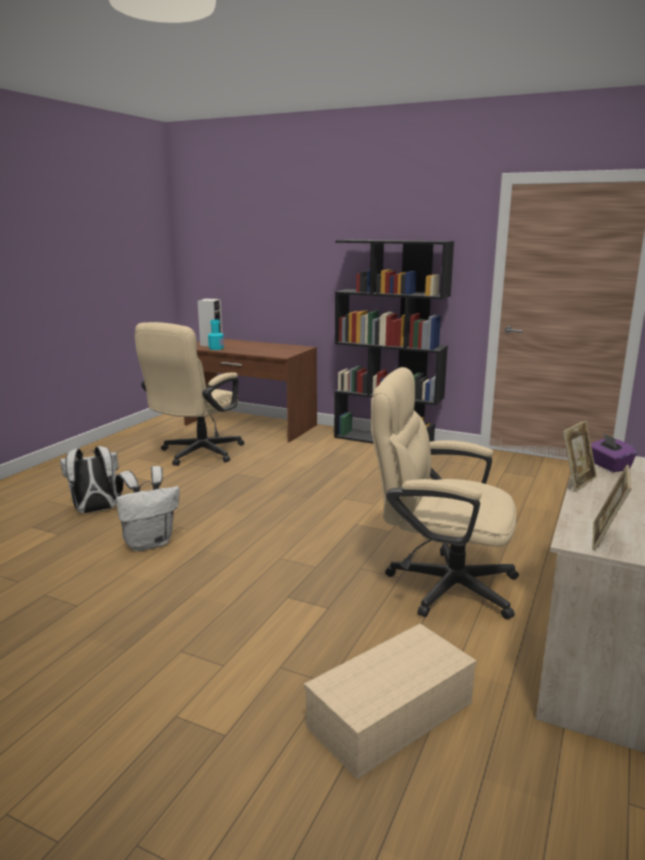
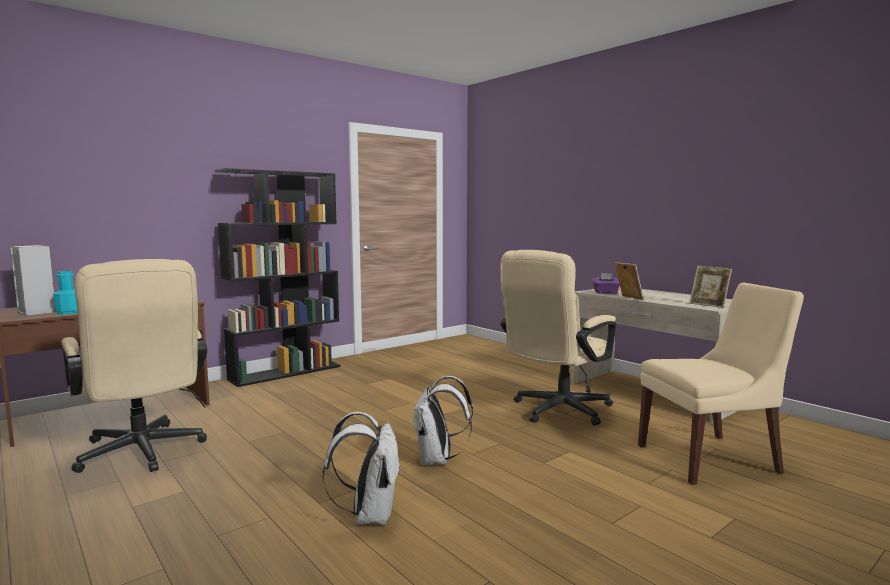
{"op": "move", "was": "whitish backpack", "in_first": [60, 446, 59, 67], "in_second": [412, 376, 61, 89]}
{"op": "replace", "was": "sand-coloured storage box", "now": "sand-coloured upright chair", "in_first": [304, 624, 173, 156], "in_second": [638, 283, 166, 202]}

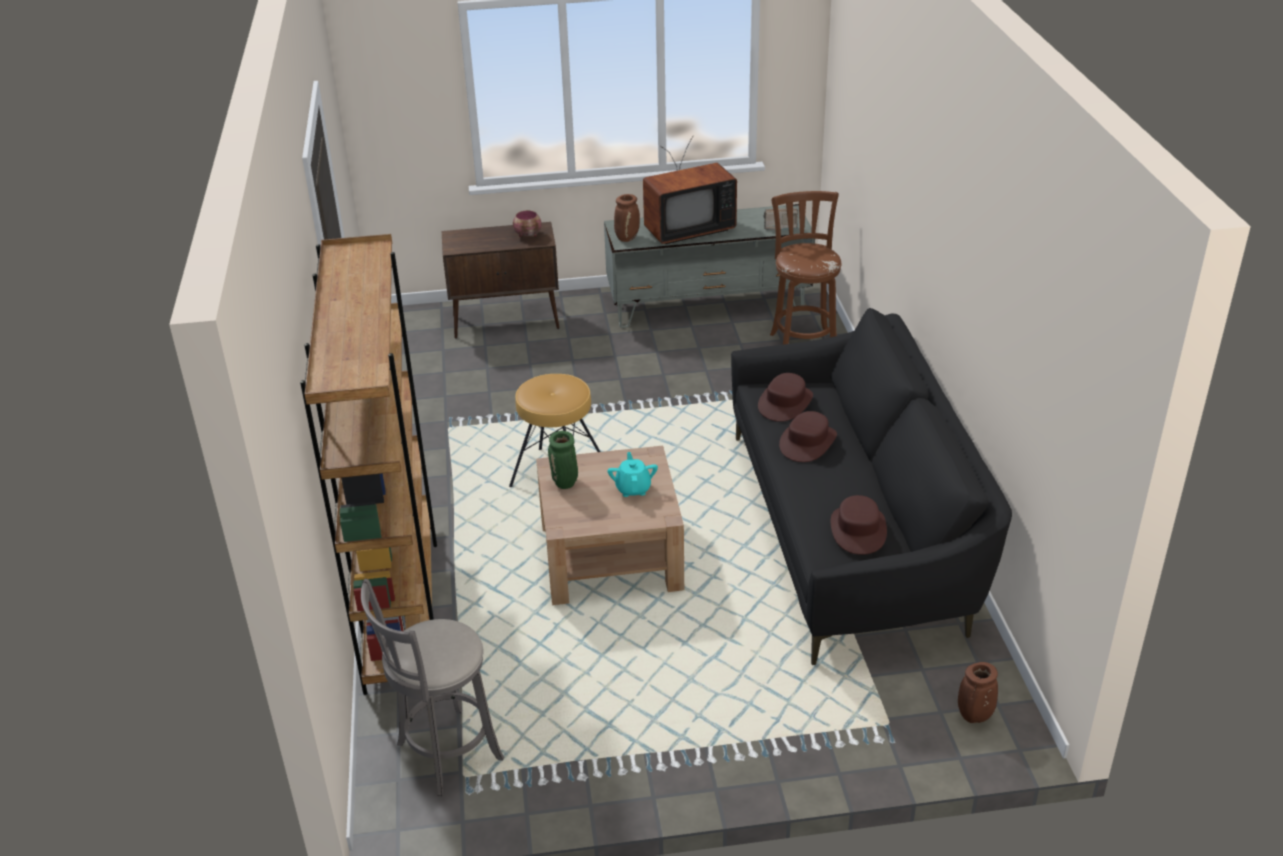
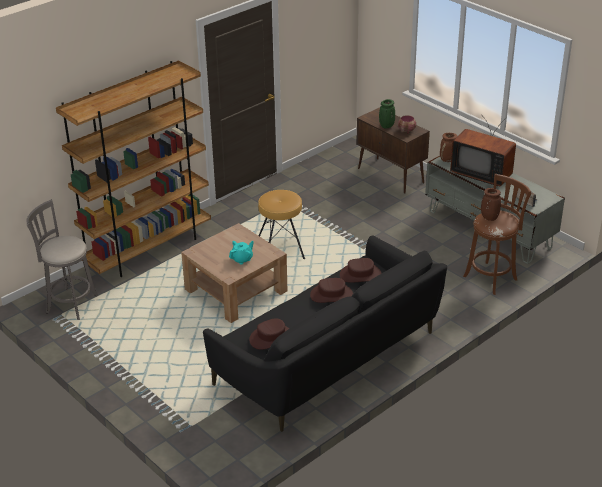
{"op": "move", "was": "green-coloured decorative vase", "in_first": [548, 431, 30, 58], "in_second": [379, 99, 16, 30]}
{"op": "move", "was": "brown decorative vase", "in_first": [958, 662, 40, 61], "in_second": [481, 188, 20, 33]}

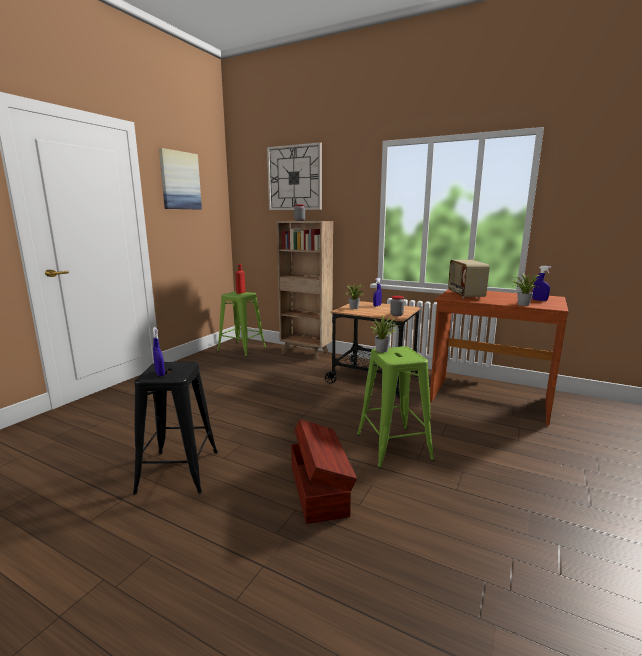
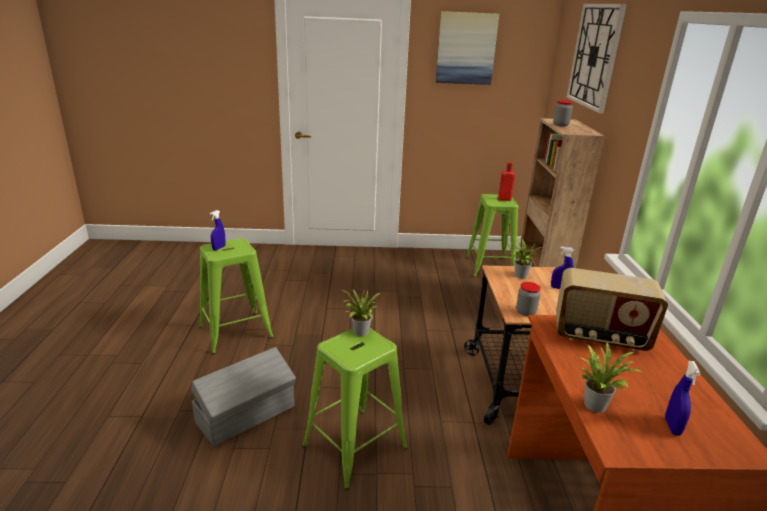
{"op": "rotate", "was": "radio set", "in_first": [448, 260, 42, 39], "in_second": [556, 268, 112, 83], "clockwise": -135}
{"op": "recolor", "was": "black sitting stool", "now": "green-coloured sitting stool", "in_first": [133, 362, 85, 133], "in_second": [199, 238, 75, 116]}
{"op": "recolor", "was": "brown storage box", "now": "grey storage box", "in_first": [291, 419, 66, 105], "in_second": [191, 347, 105, 99]}

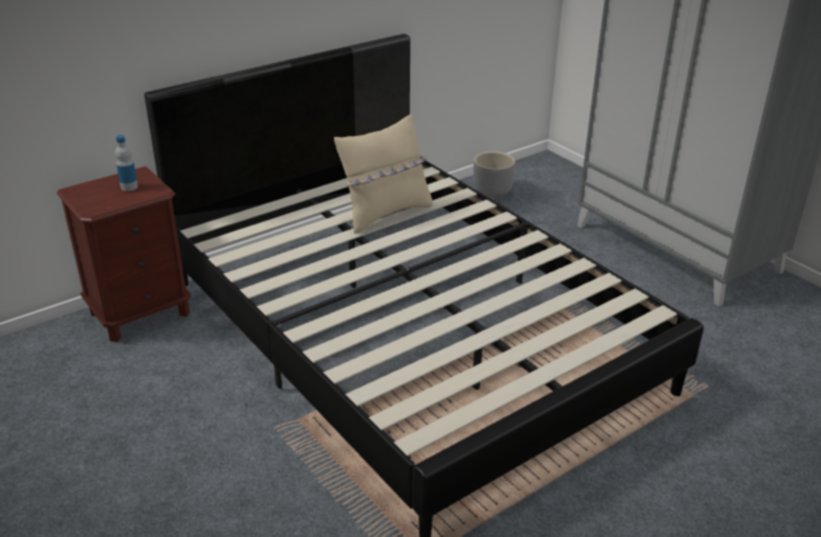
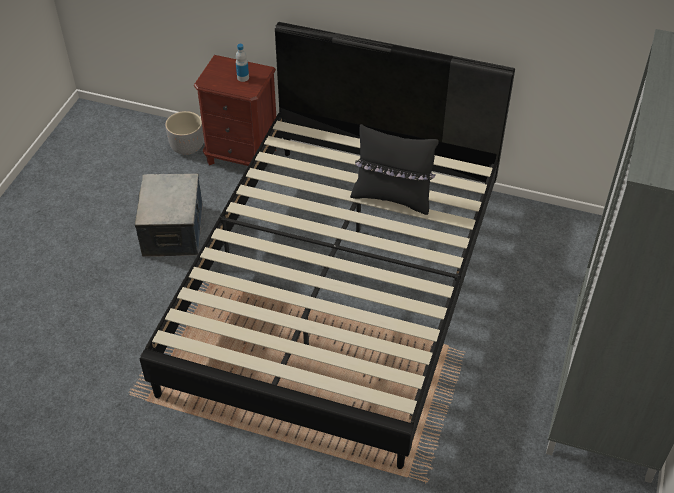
{"op": "recolor", "was": "sand-coloured pillow", "now": "black pillow", "in_first": [334, 114, 99, 120], "in_second": [350, 124, 89, 91]}
{"op": "move", "was": "grey flower pot", "in_first": [473, 151, 42, 47], "in_second": [165, 111, 39, 44]}
{"op": "insert", "now": "storage box", "in_second": [135, 173, 68, 84]}

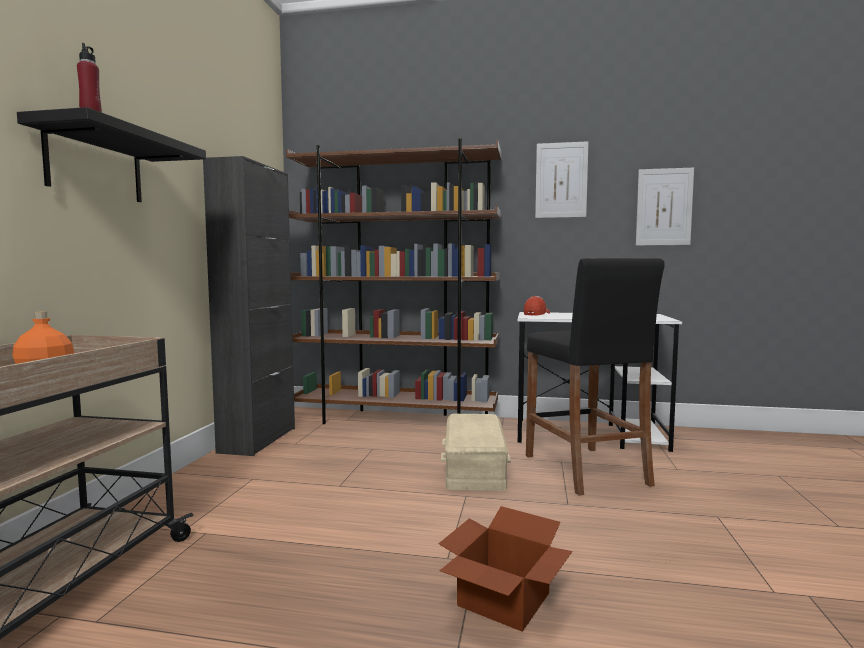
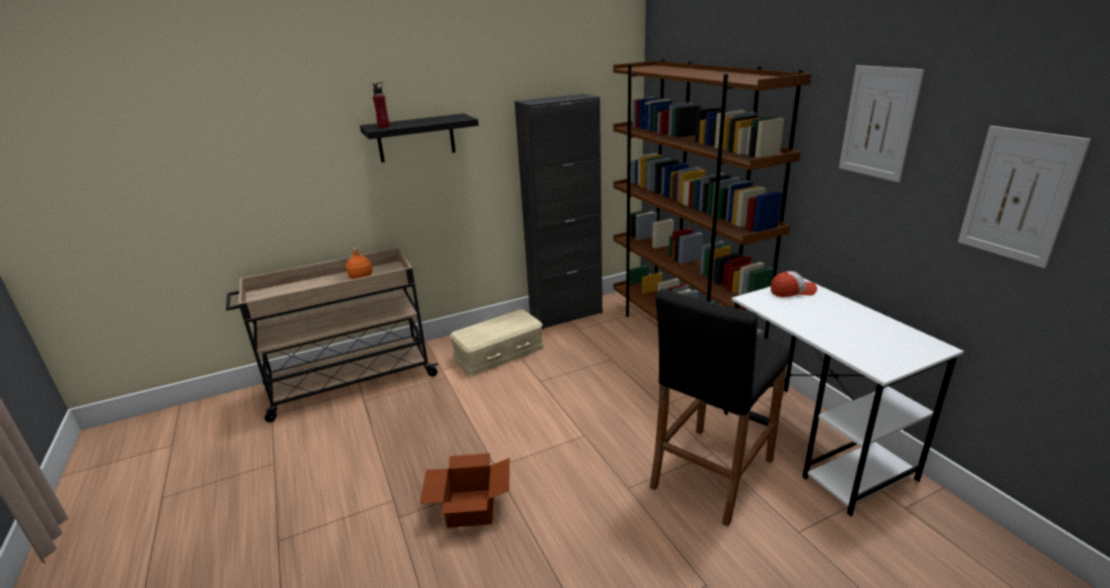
{"op": "move", "was": "sand-coloured storage box", "in_first": [441, 414, 70, 77], "in_second": [450, 309, 94, 67]}

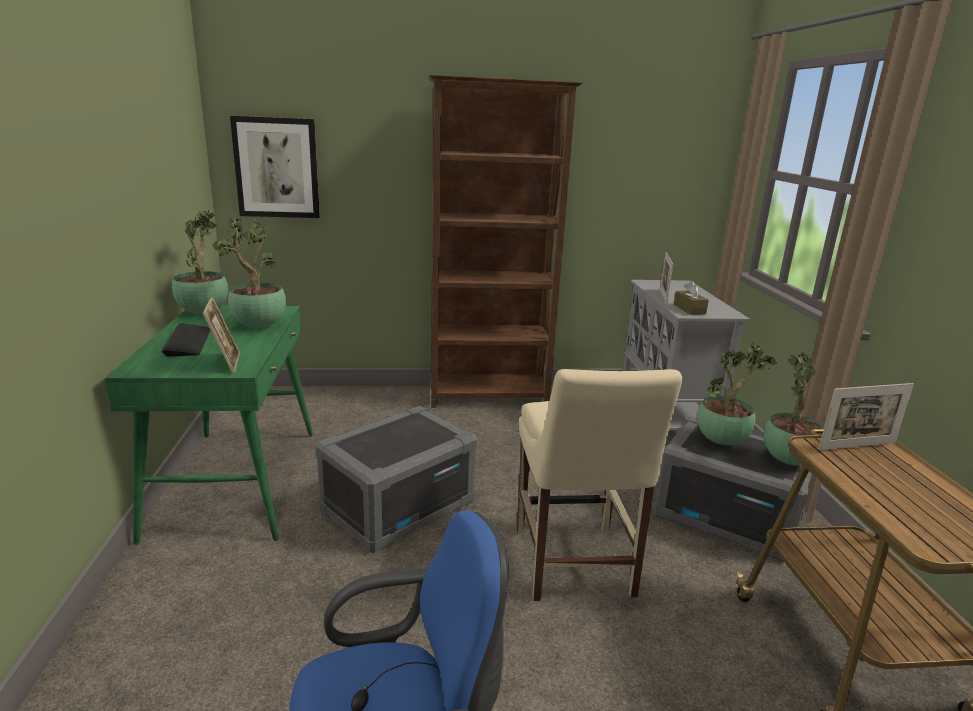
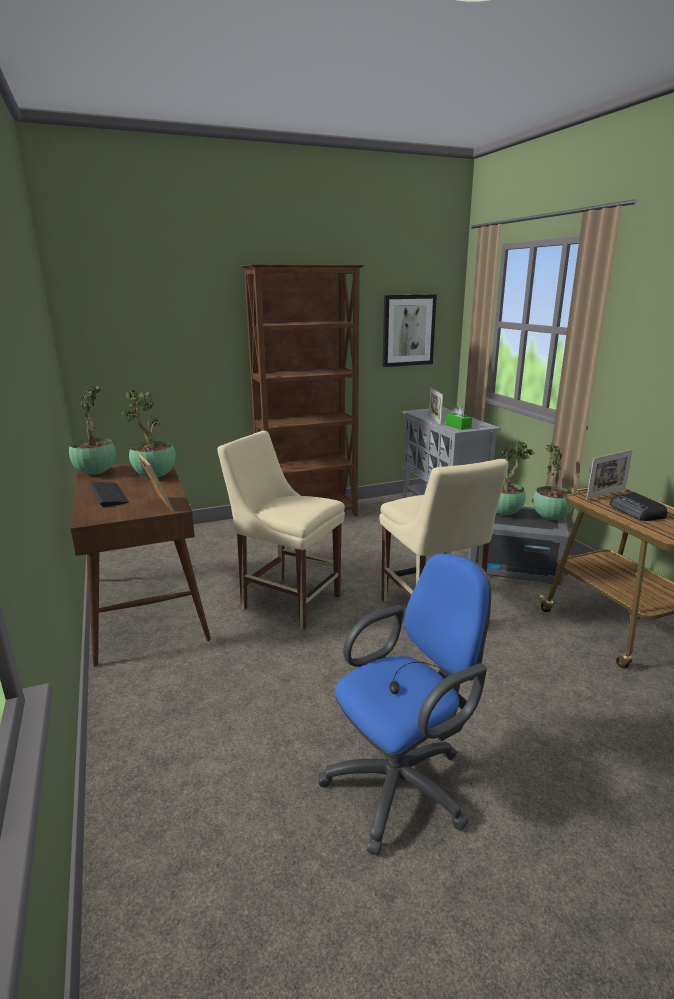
{"op": "move", "was": "wall picture", "in_first": [230, 116, 90, 102], "in_second": [383, 294, 54, 73]}
{"op": "recolor", "was": "brown box of tissues", "now": "green-coloured box of tissues", "in_first": [674, 281, 35, 34], "in_second": [446, 406, 26, 24]}
{"op": "recolor", "was": "green-coloured desk unit", "now": "brown desk unit", "in_first": [105, 305, 208, 240], "in_second": [70, 463, 141, 203]}
{"op": "replace", "was": "grey storage box", "now": "sand-coloured upright chair", "in_first": [315, 406, 162, 147], "in_second": [217, 431, 128, 199]}
{"op": "insert", "now": "radio set", "in_second": [610, 492, 57, 29]}

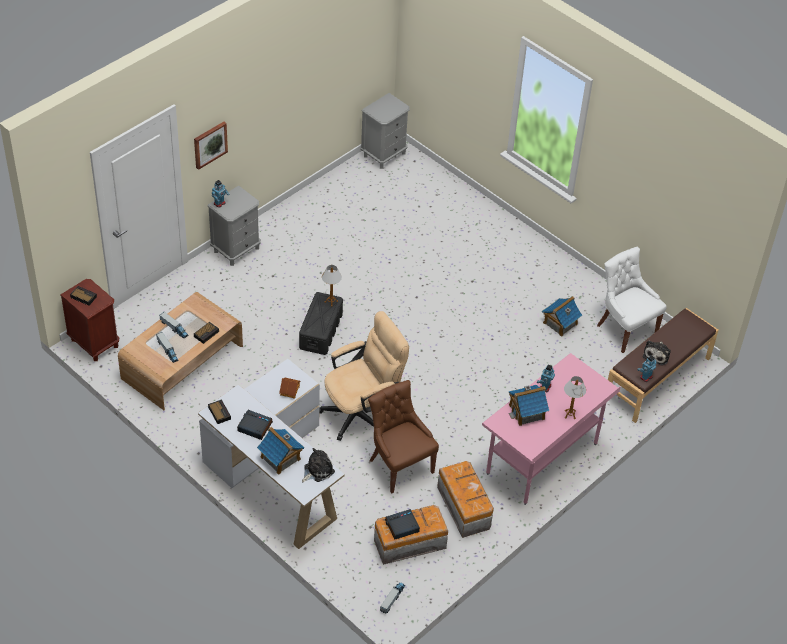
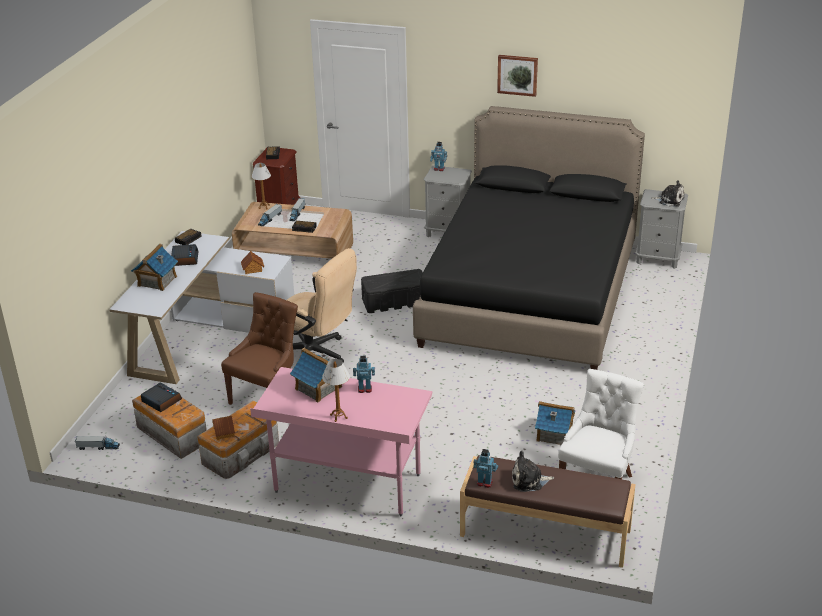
{"op": "move", "was": "wall picture", "in_first": [194, 121, 34, 49], "in_second": [497, 55, 41, 42]}
{"op": "move", "was": "table lamp", "in_first": [322, 265, 20, 41], "in_second": [251, 163, 20, 46]}
{"op": "move", "was": "cuddly toy", "in_first": [302, 448, 33, 34], "in_second": [651, 180, 33, 27]}
{"op": "insert", "now": "black bedroom bed", "in_second": [413, 106, 232, 264]}
{"op": "insert", "now": "toy house", "in_second": [212, 416, 23, 24]}

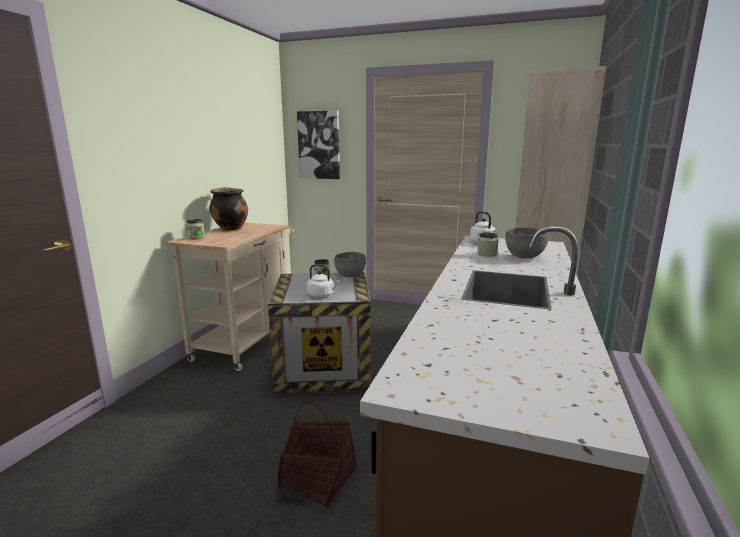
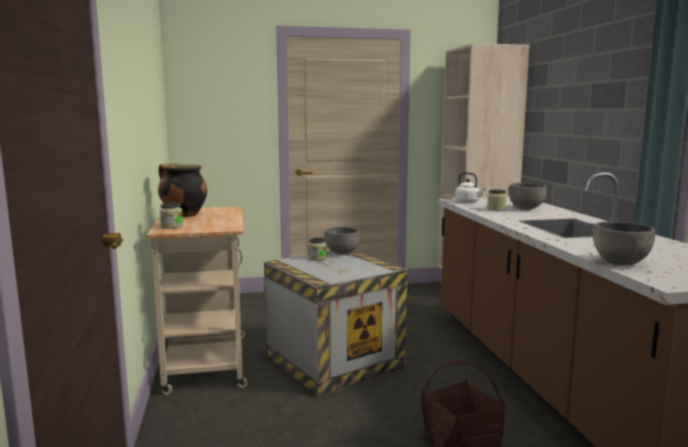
{"op": "delete", "was": "wall picture", "in_first": [297, 110, 43, 69]}
{"op": "delete", "was": "whitish tea kettle", "in_first": [307, 264, 33, 34]}
{"op": "insert", "now": "grey deep dish", "in_second": [593, 222, 62, 43]}

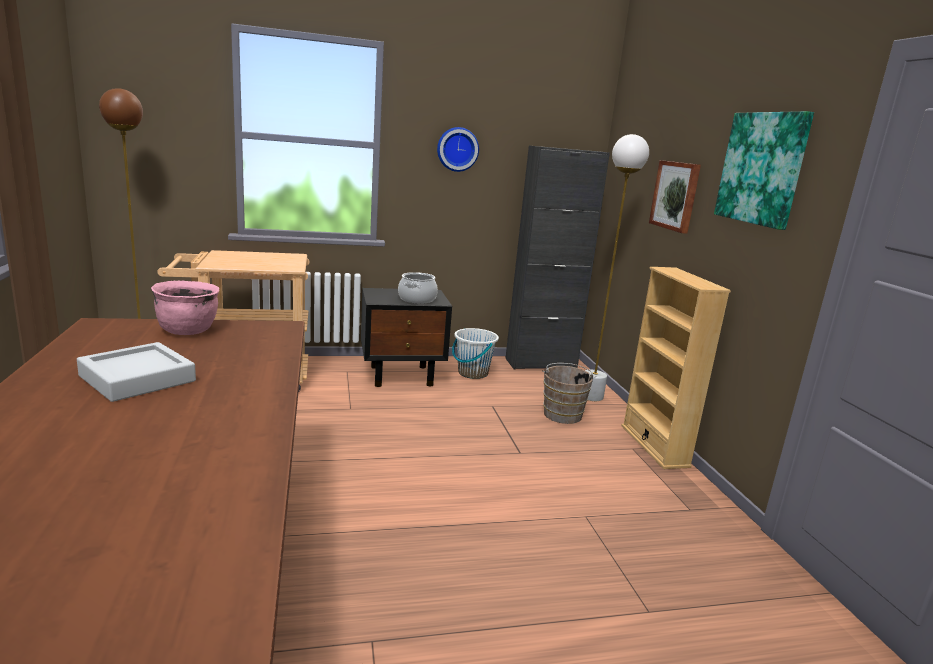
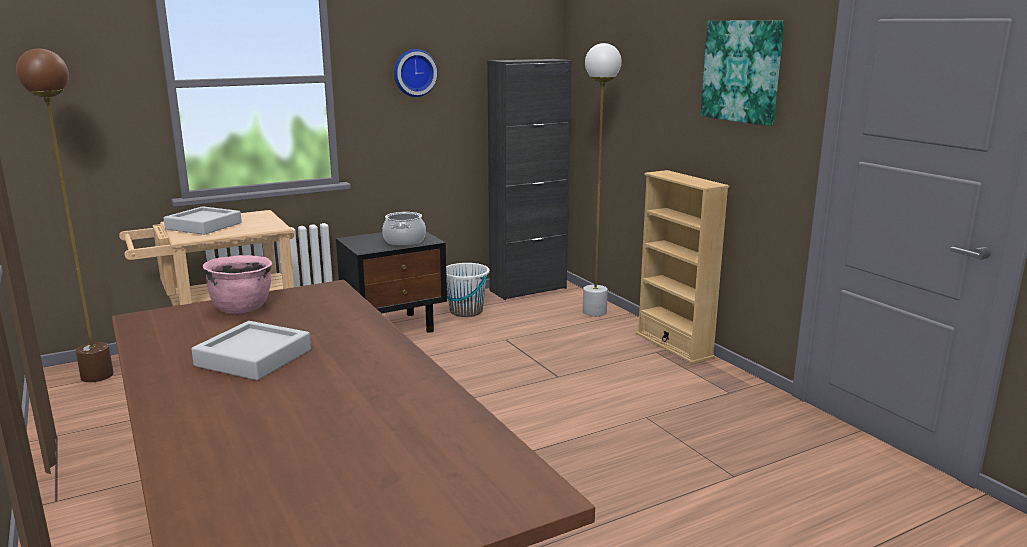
{"op": "delete", "was": "wall picture", "in_first": [649, 160, 52, 74]}
{"op": "delete", "was": "brown water bucket", "in_first": [542, 363, 54, 61]}
{"op": "insert", "now": "grey serving tray", "in_second": [164, 206, 78, 29]}

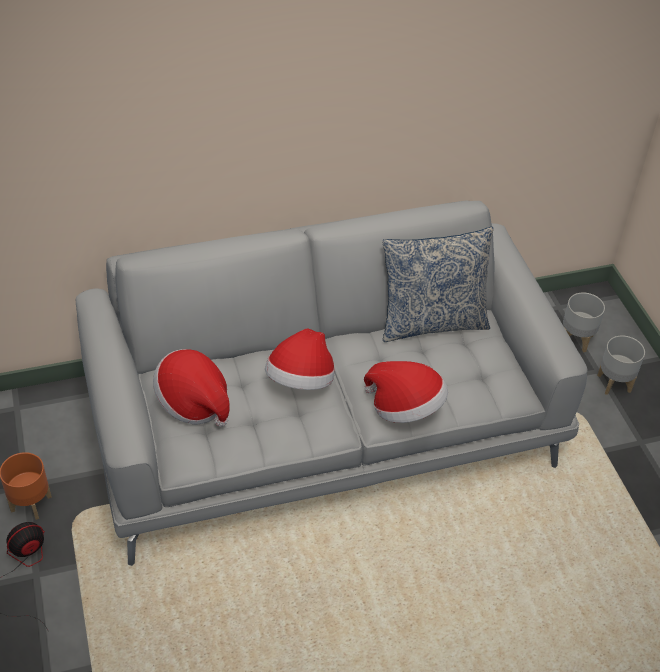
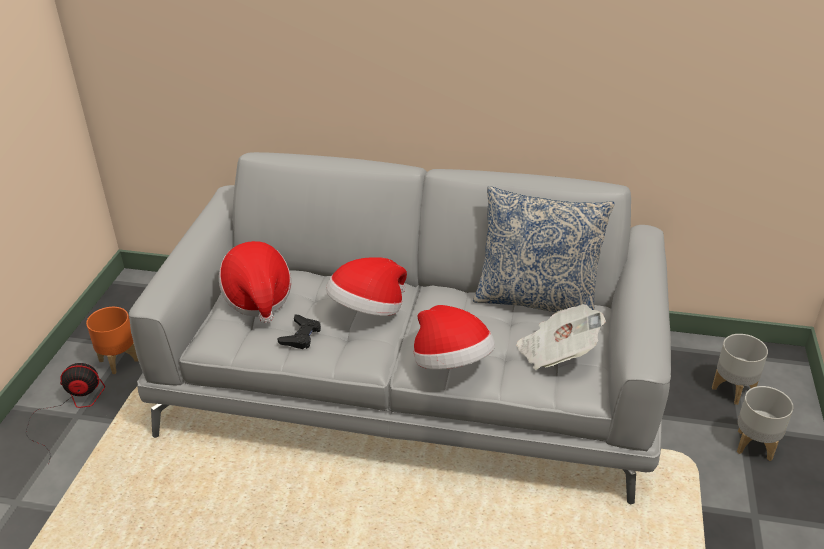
{"op": "insert", "now": "newspaper", "in_second": [516, 304, 90, 66]}
{"op": "insert", "now": "black joypad", "in_second": [277, 314, 44, 35]}

